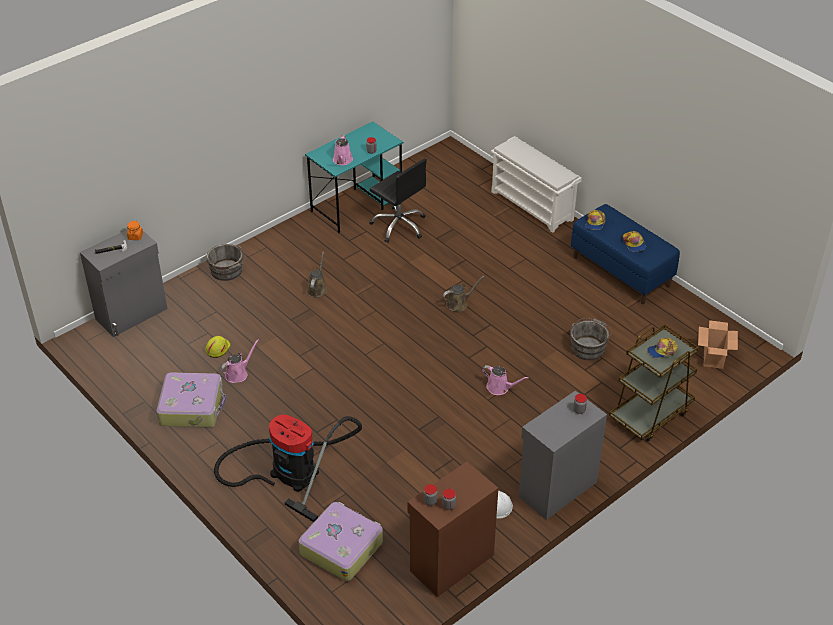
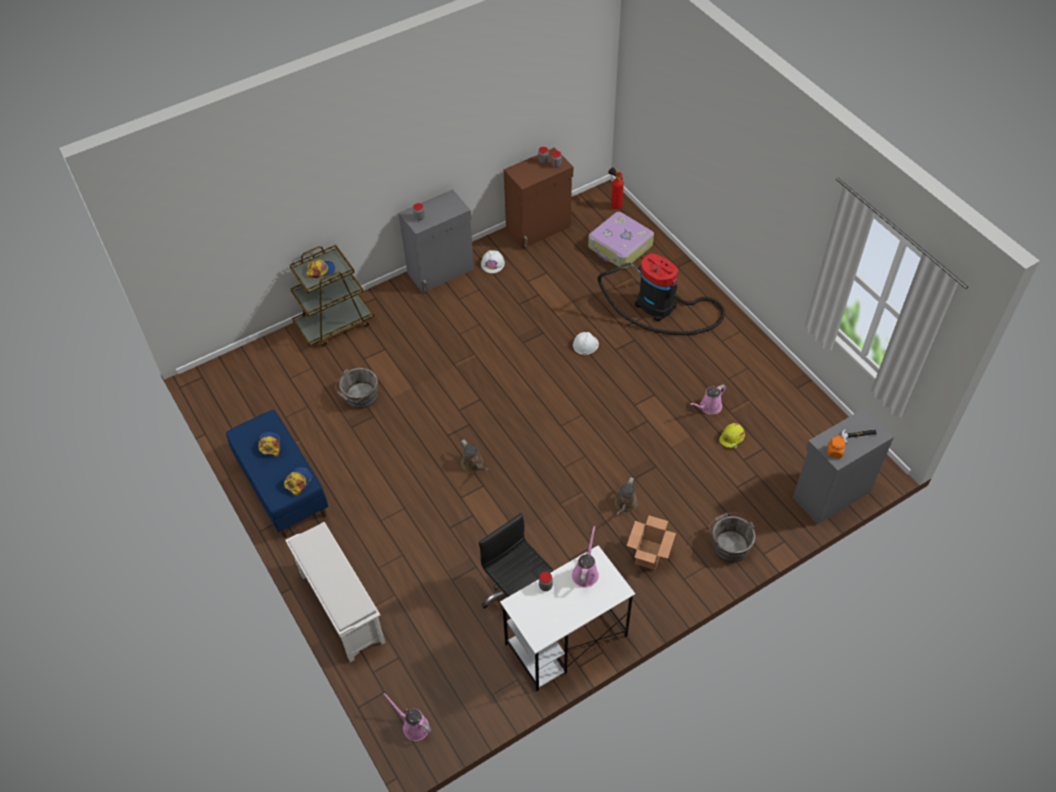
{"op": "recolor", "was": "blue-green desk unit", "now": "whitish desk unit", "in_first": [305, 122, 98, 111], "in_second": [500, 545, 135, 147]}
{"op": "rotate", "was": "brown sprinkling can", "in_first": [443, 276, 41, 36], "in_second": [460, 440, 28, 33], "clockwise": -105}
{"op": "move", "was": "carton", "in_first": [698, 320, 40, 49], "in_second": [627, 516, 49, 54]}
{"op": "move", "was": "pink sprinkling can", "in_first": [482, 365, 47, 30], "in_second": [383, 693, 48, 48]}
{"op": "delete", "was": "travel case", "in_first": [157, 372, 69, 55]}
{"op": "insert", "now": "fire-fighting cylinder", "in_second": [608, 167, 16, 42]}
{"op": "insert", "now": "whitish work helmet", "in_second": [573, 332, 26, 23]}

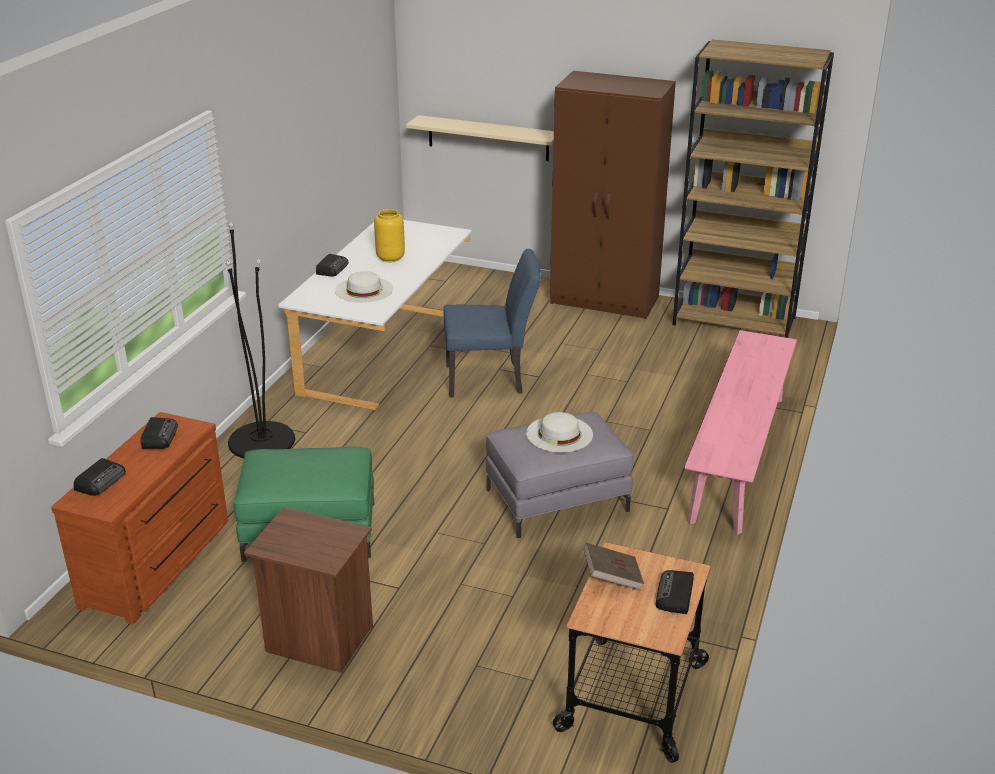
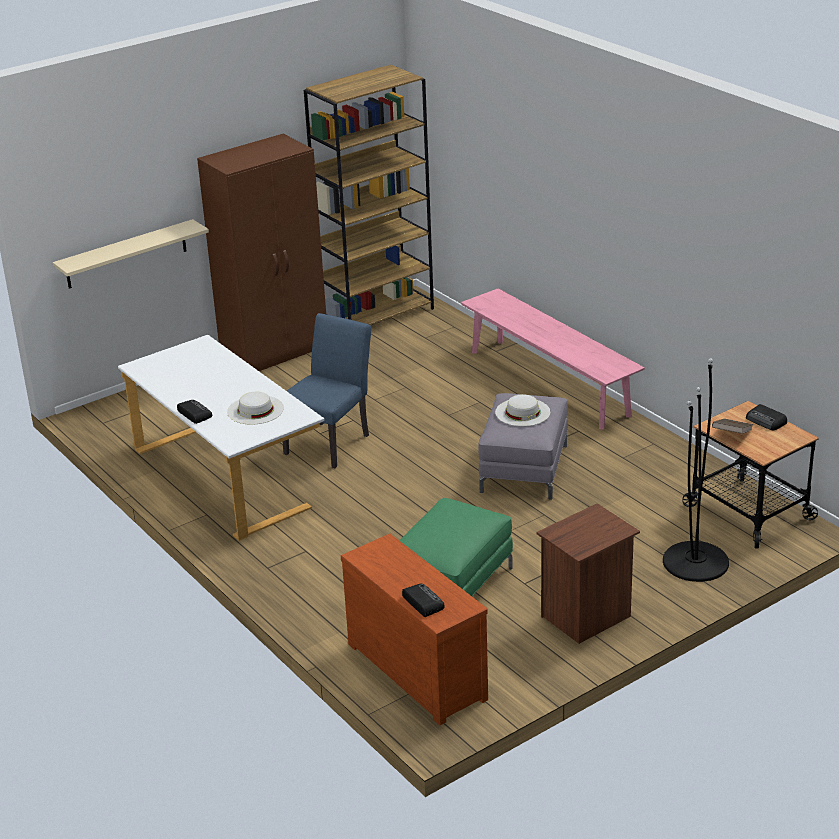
{"op": "delete", "was": "yellow-coloured decorative vase", "in_first": [374, 209, 31, 53]}
{"op": "move", "was": "black standing lamp", "in_first": [225, 223, 70, 235], "in_second": [663, 358, 66, 224]}
{"op": "delete", "was": "radio set", "in_first": [141, 417, 37, 32]}

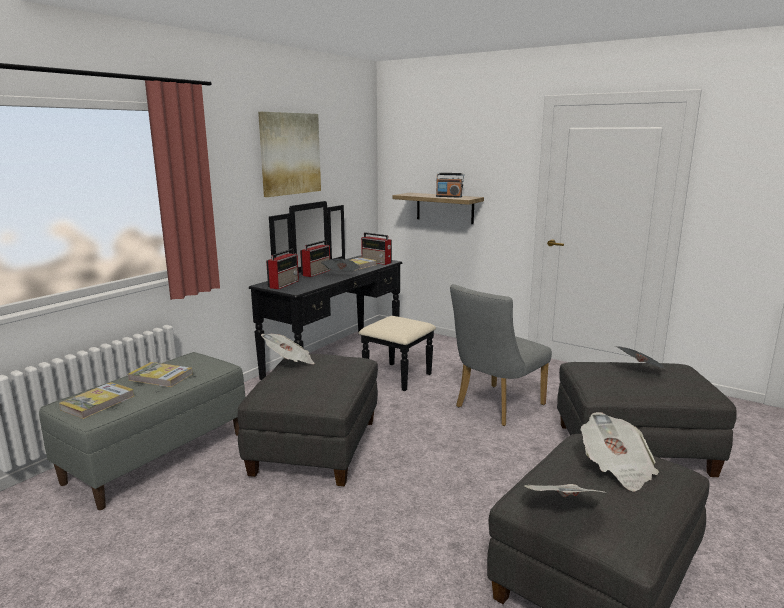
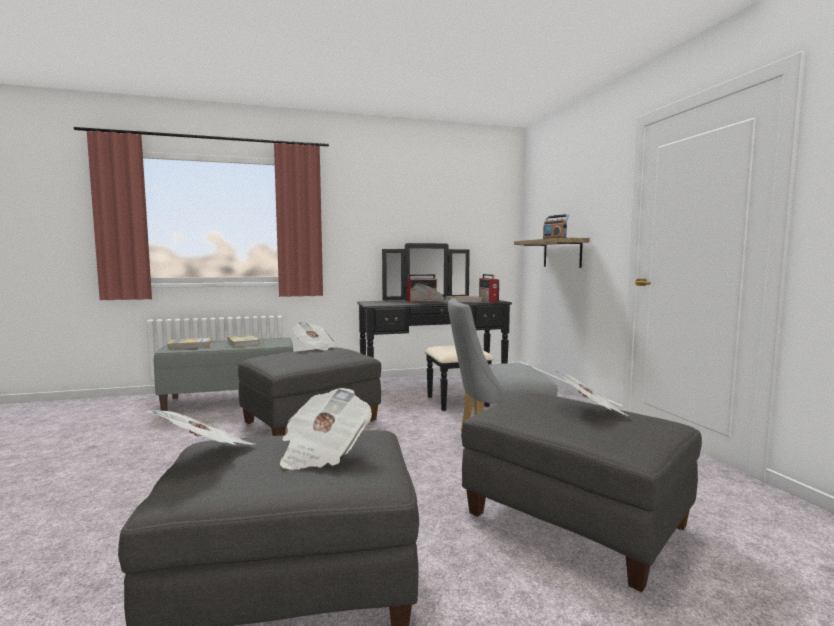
{"op": "delete", "was": "wall picture", "in_first": [258, 112, 63, 85]}
{"op": "delete", "was": "radio set", "in_first": [266, 249, 33, 40]}

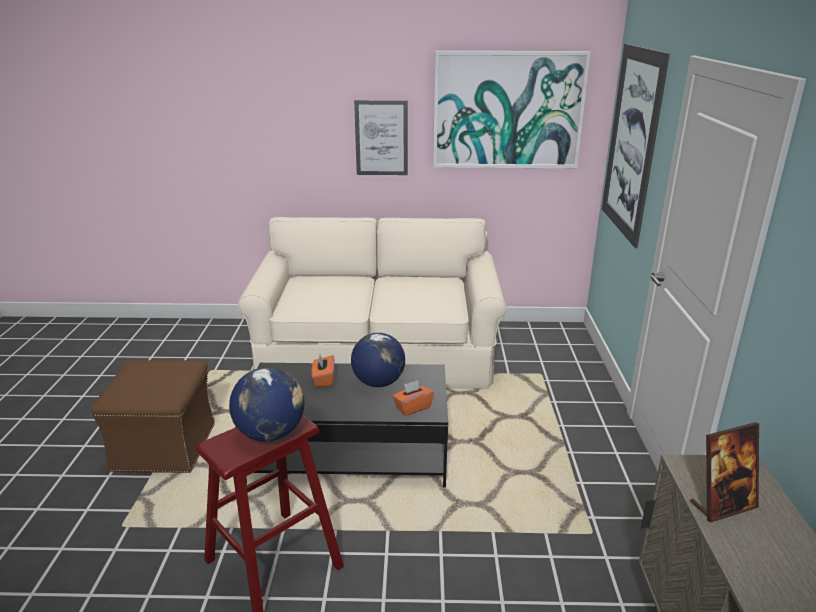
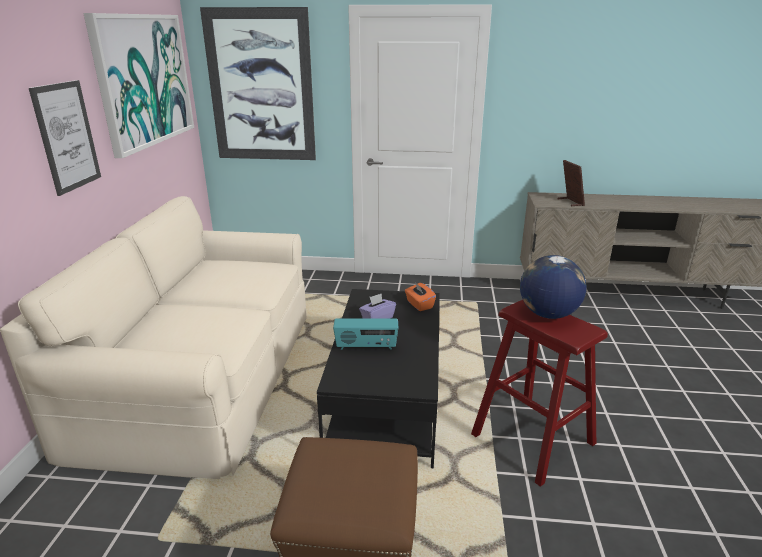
{"op": "replace", "was": "world globe", "now": "purple box of tissues", "in_first": [351, 333, 54, 54], "in_second": [359, 293, 37, 26]}
{"op": "replace", "was": "orange box of tissues", "now": "radio set", "in_first": [312, 354, 22, 33], "in_second": [333, 319, 65, 31]}

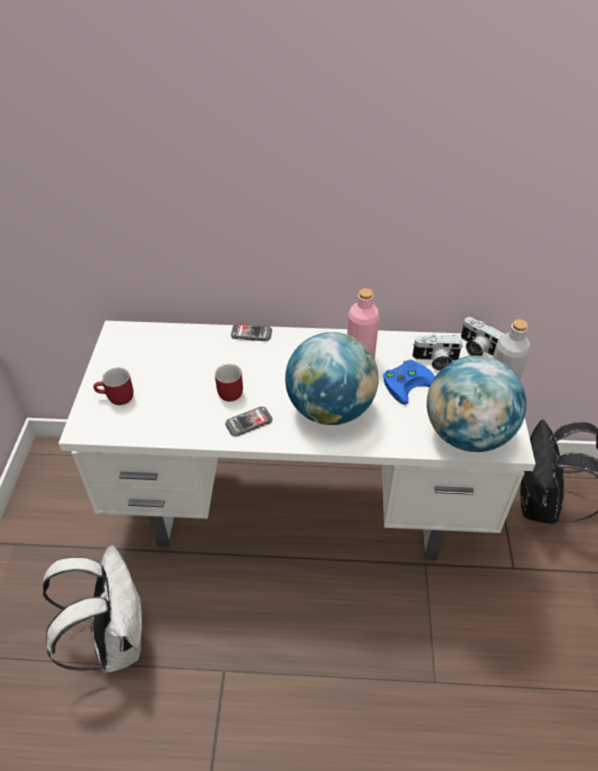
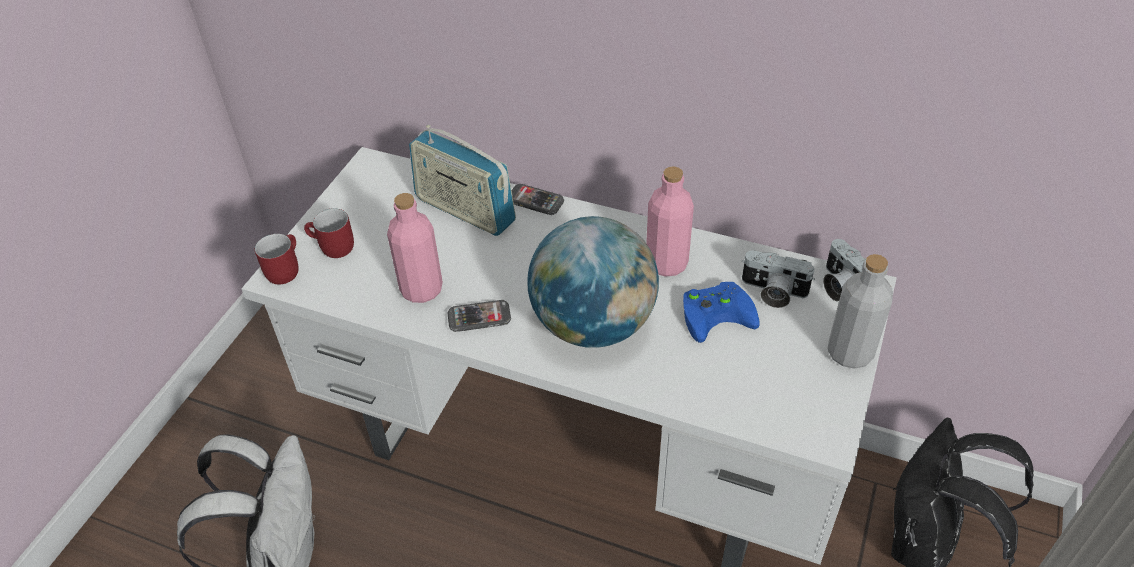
{"op": "delete", "was": "world globe", "in_first": [427, 356, 100, 96]}
{"op": "move", "was": "red-coloured coffee mug", "in_first": [215, 364, 28, 37], "in_second": [255, 234, 43, 50]}
{"op": "insert", "now": "radio set", "in_second": [409, 125, 107, 111]}
{"op": "insert", "now": "pink drink bottle", "in_second": [387, 193, 56, 110]}

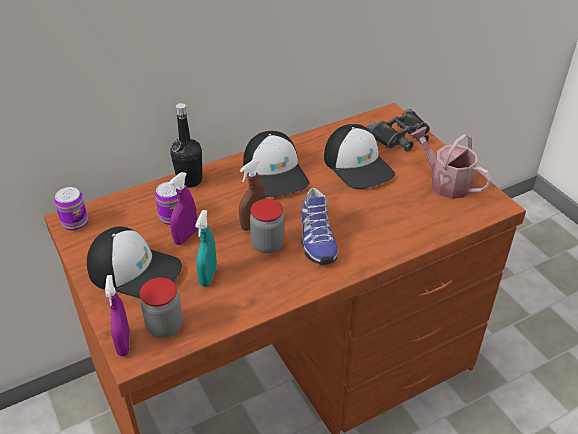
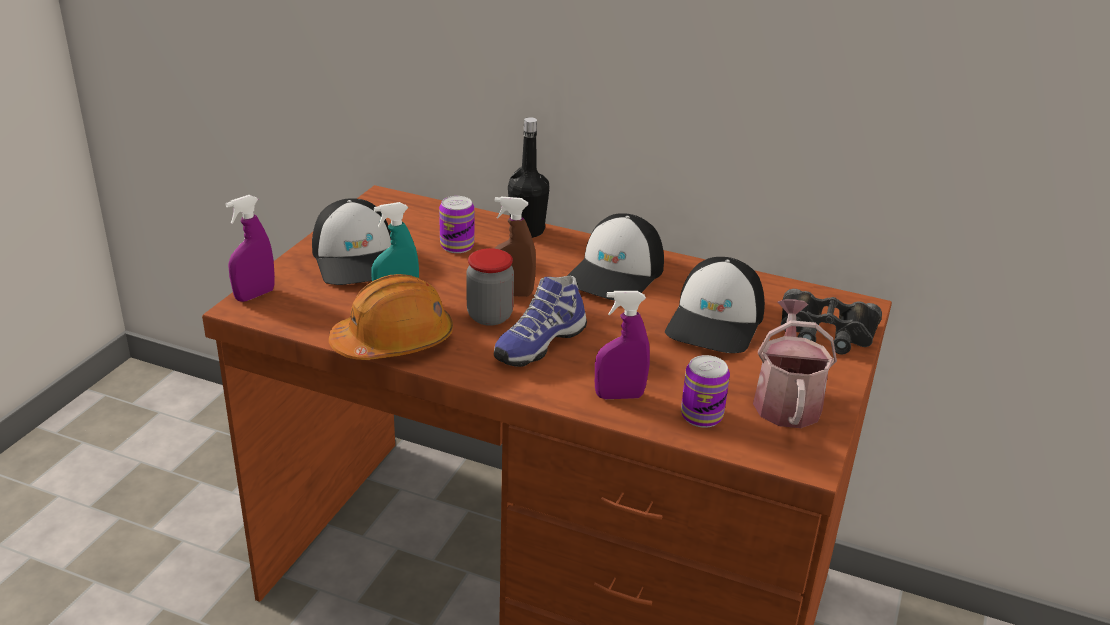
{"op": "move", "was": "purple hand sprayer", "in_first": [168, 172, 29, 73], "in_second": [595, 291, 55, 108]}
{"op": "move", "was": "sealed can", "in_first": [54, 187, 34, 44], "in_second": [681, 355, 49, 73]}
{"op": "delete", "was": "jar", "in_first": [140, 278, 43, 60]}
{"op": "insert", "now": "orange work helmet", "in_second": [329, 274, 124, 86]}

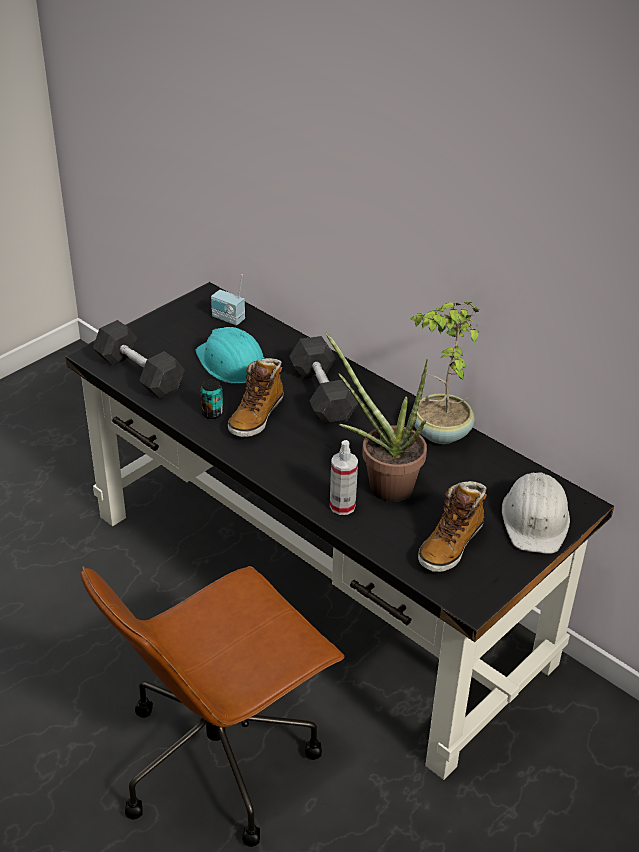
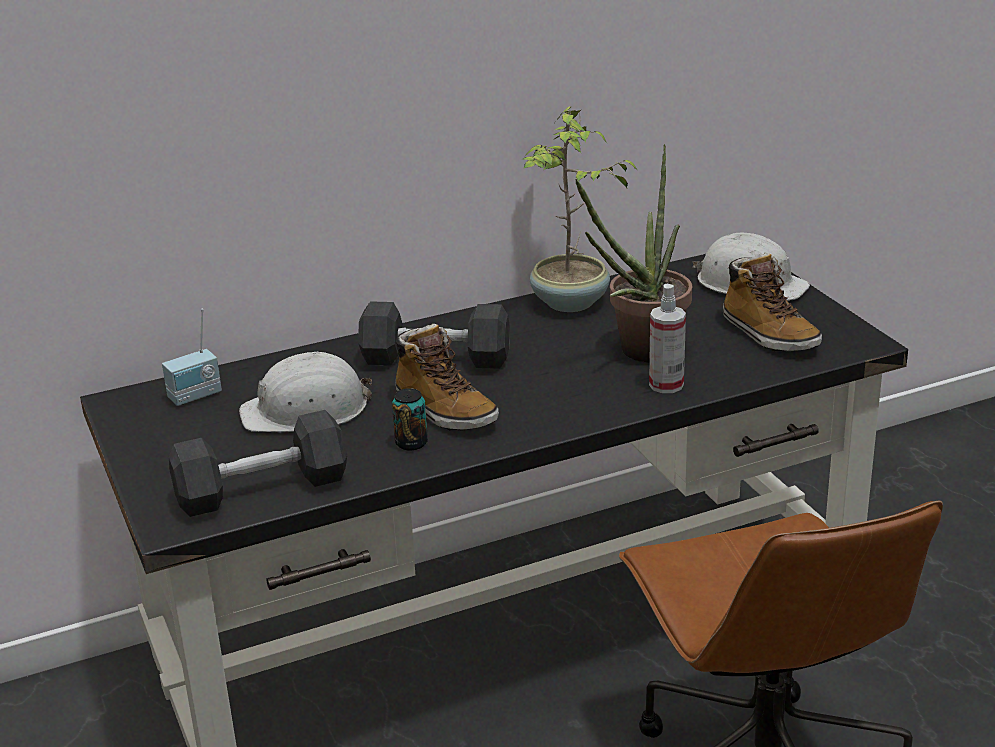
{"op": "recolor", "was": "blue-green work helmet", "now": "whitish work helmet", "in_first": [195, 327, 69, 57], "in_second": [239, 352, 133, 80]}

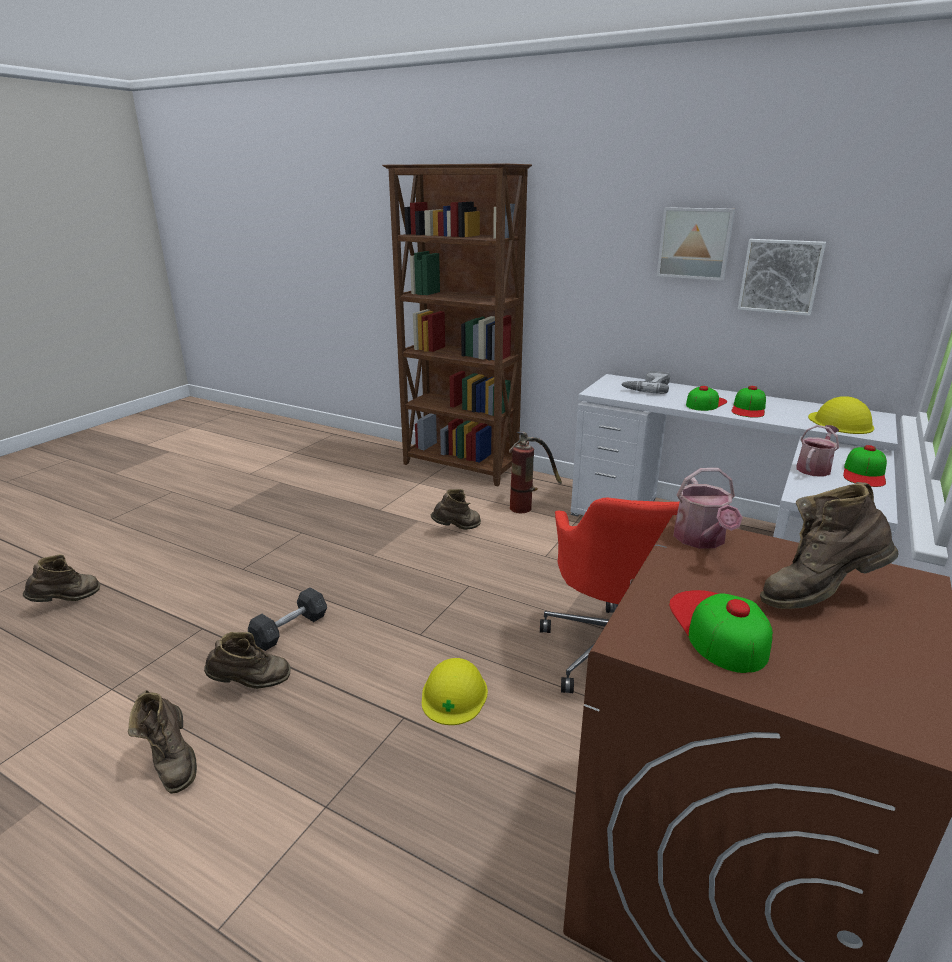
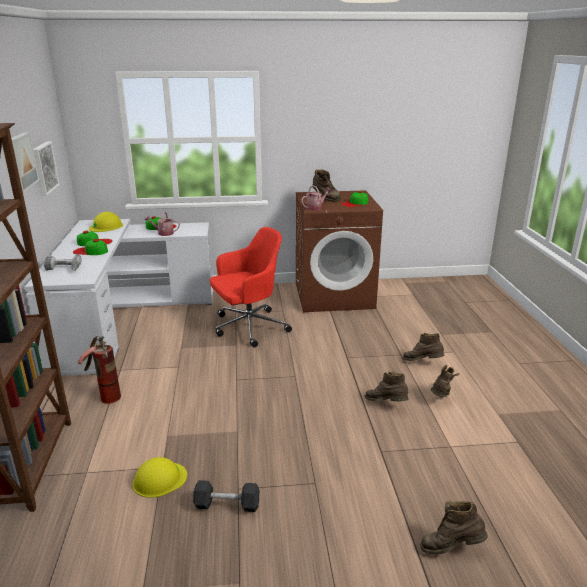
{"op": "move", "was": "brown high-top boot", "in_first": [431, 489, 50, 41], "in_second": [402, 333, 43, 28]}
{"op": "move", "was": "grey free weight", "in_first": [248, 587, 79, 64], "in_second": [193, 480, 67, 32]}
{"op": "move", "was": "yellow-coloured work helmet", "in_first": [422, 658, 66, 67], "in_second": [132, 457, 55, 41]}

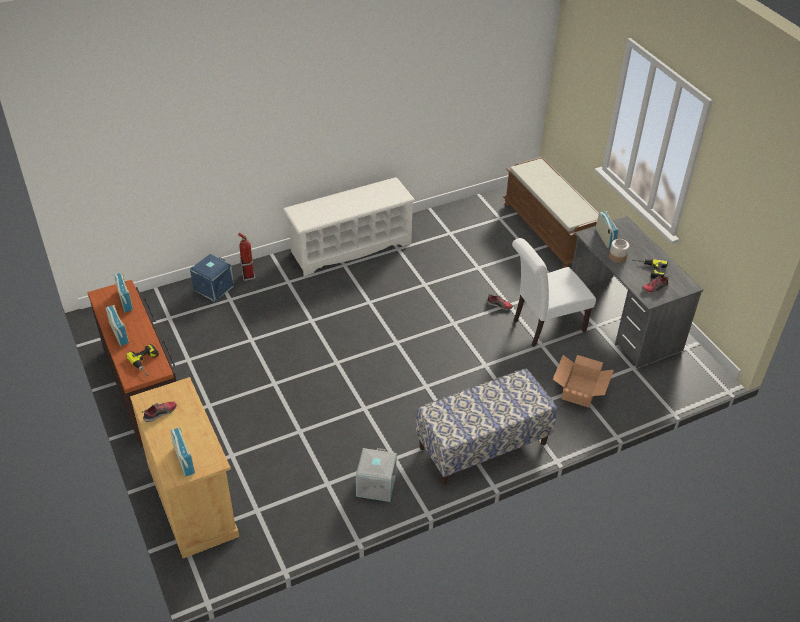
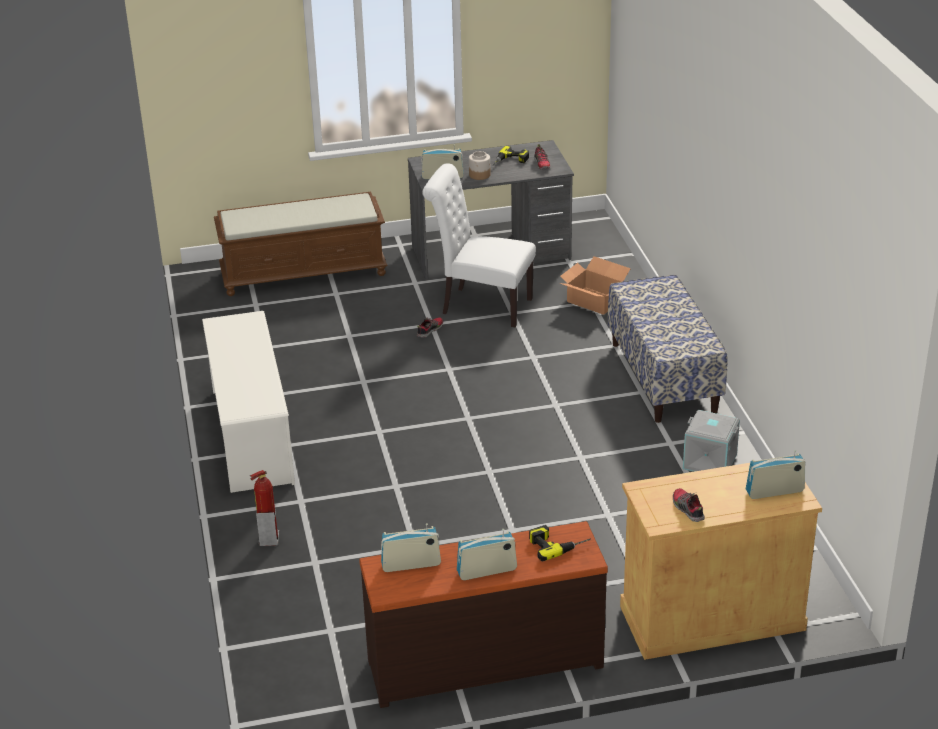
{"op": "rotate", "was": "whitish upright chair", "in_first": [512, 238, 84, 109], "in_second": [422, 163, 114, 164], "clockwise": 120}
{"op": "delete", "was": "blue storage box", "in_first": [190, 254, 44, 48]}

